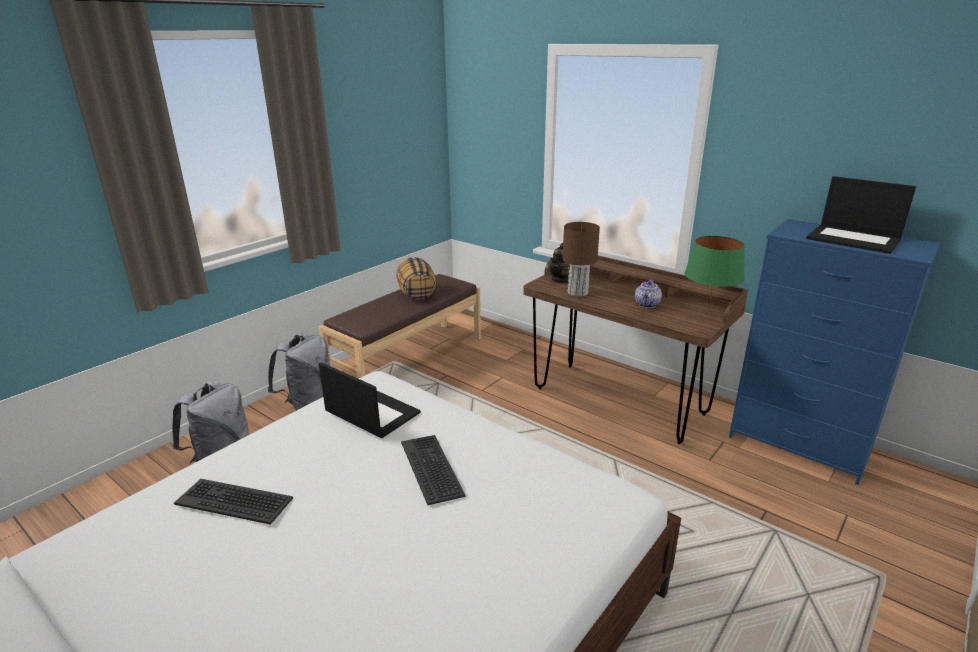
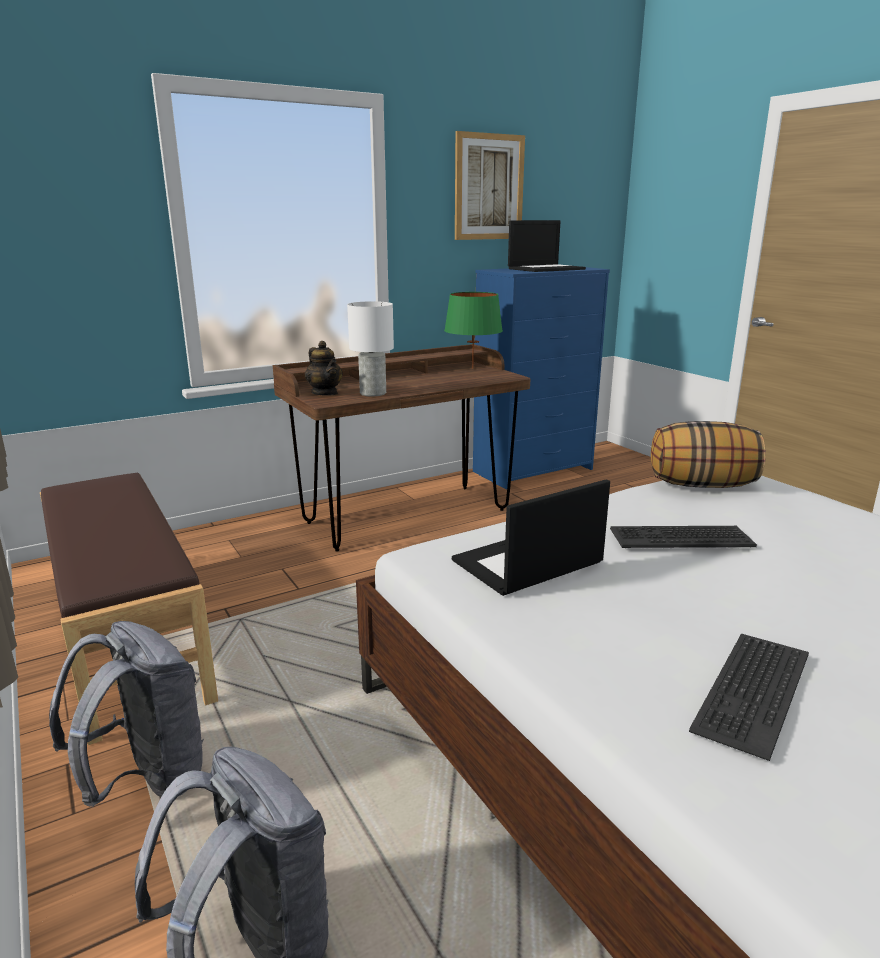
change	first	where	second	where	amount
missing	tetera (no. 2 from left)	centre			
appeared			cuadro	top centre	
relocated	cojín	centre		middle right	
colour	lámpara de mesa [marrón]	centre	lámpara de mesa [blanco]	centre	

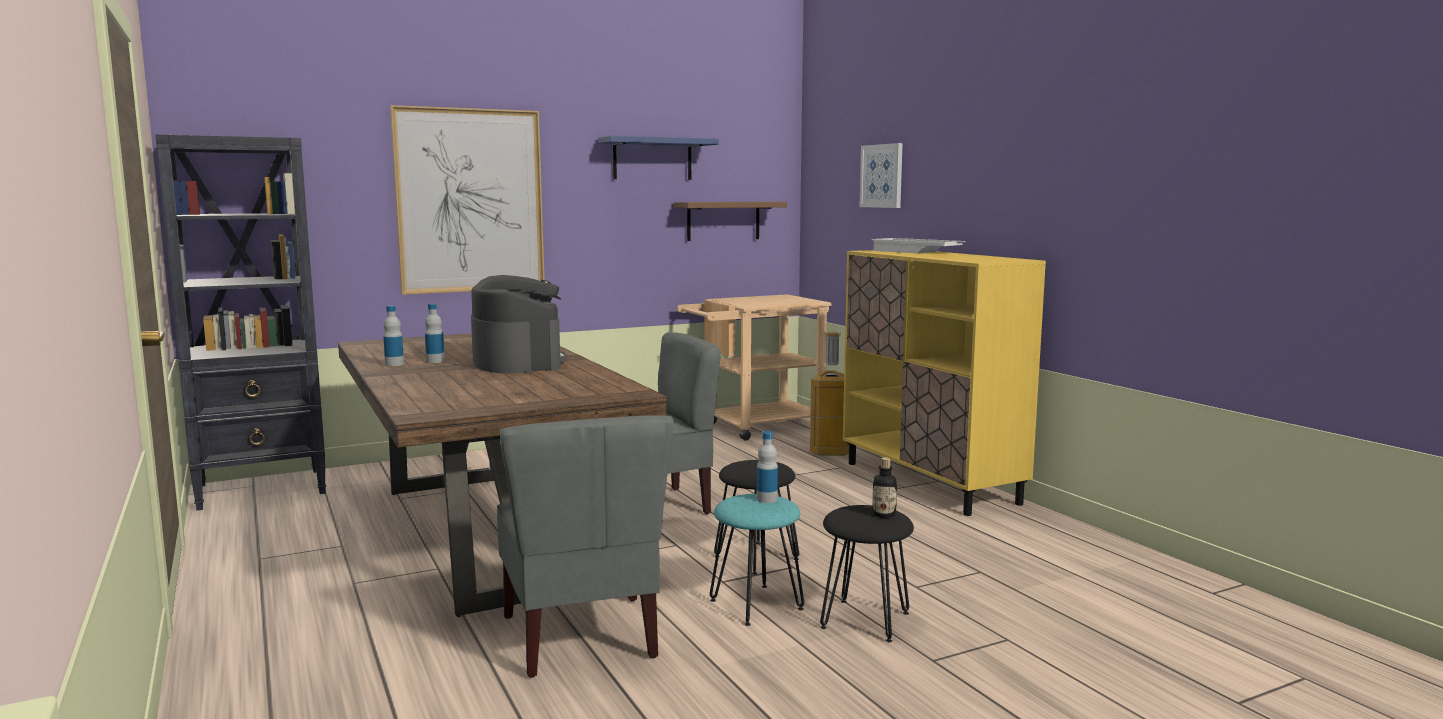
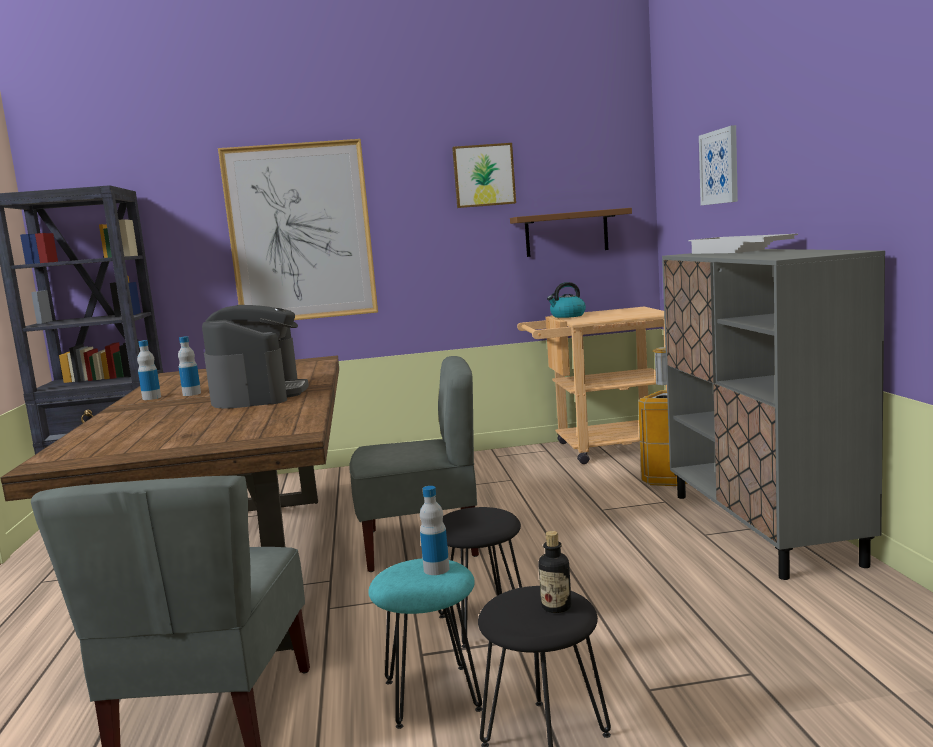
change	first	where	second	where	amount
appeared			hervidor	centre	
exchanged	estante [azul]	top centre	cuadro (no. 2 from left)	top centre	
colour	armario [amarillo]	centre	armario [gris]	middle right	

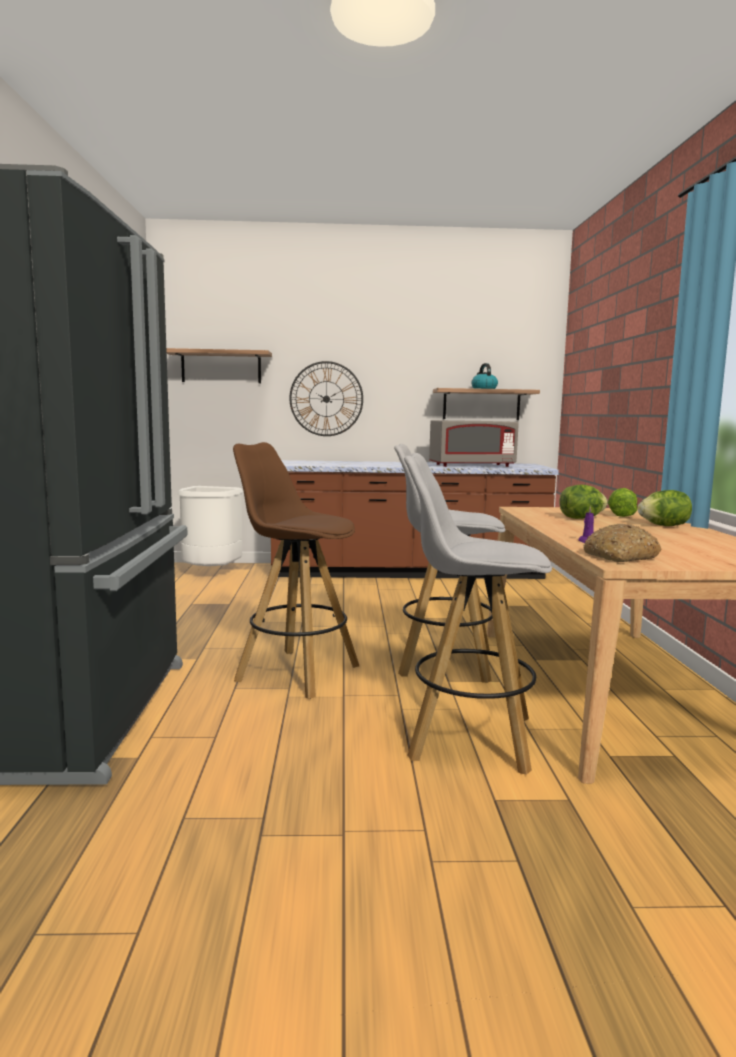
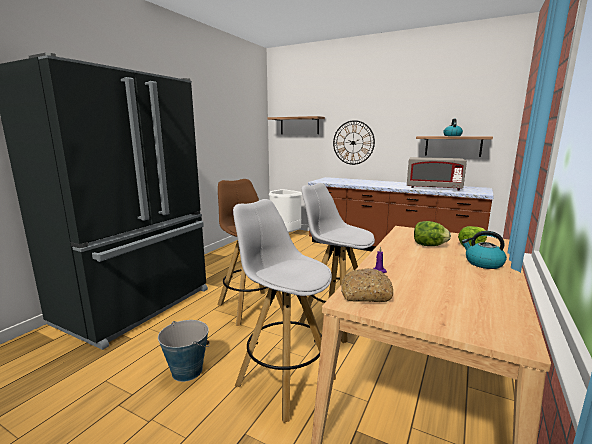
change	first	where	second	where	amount
appeared			cubo	bottom left	
exchanged	lechuga (no. 3 from left)	middle right	hervidor (no. 2 from left)	middle right	

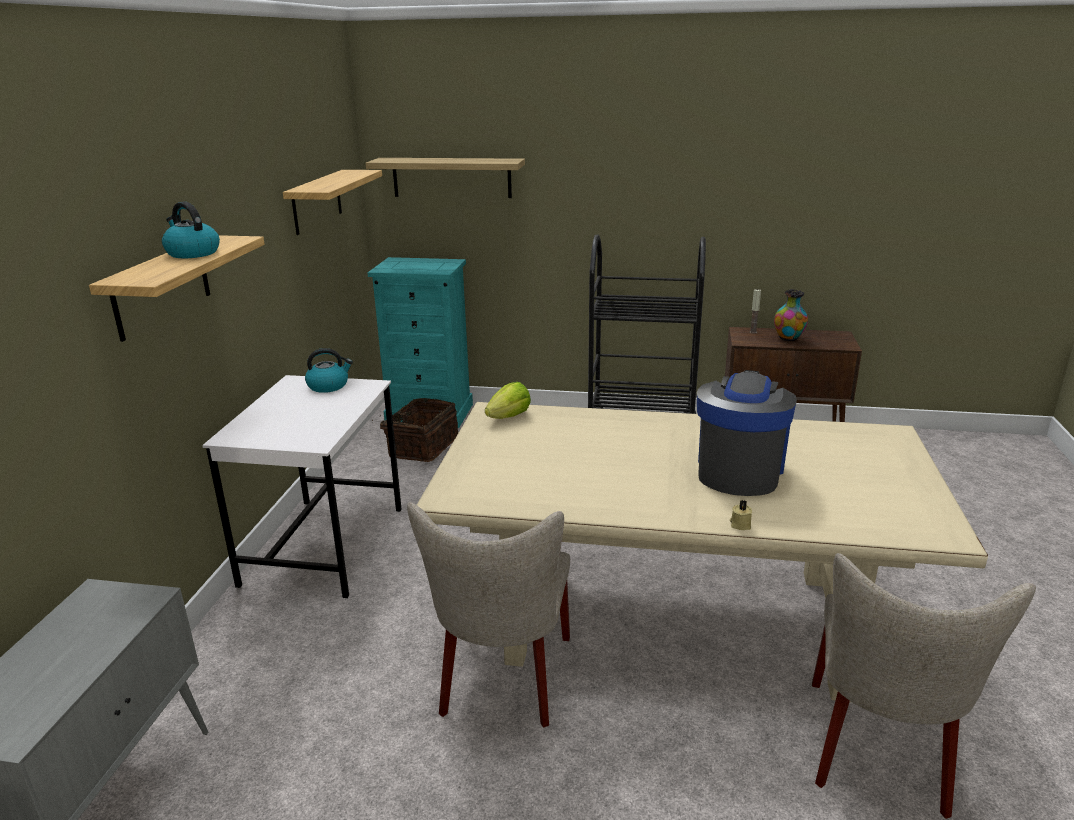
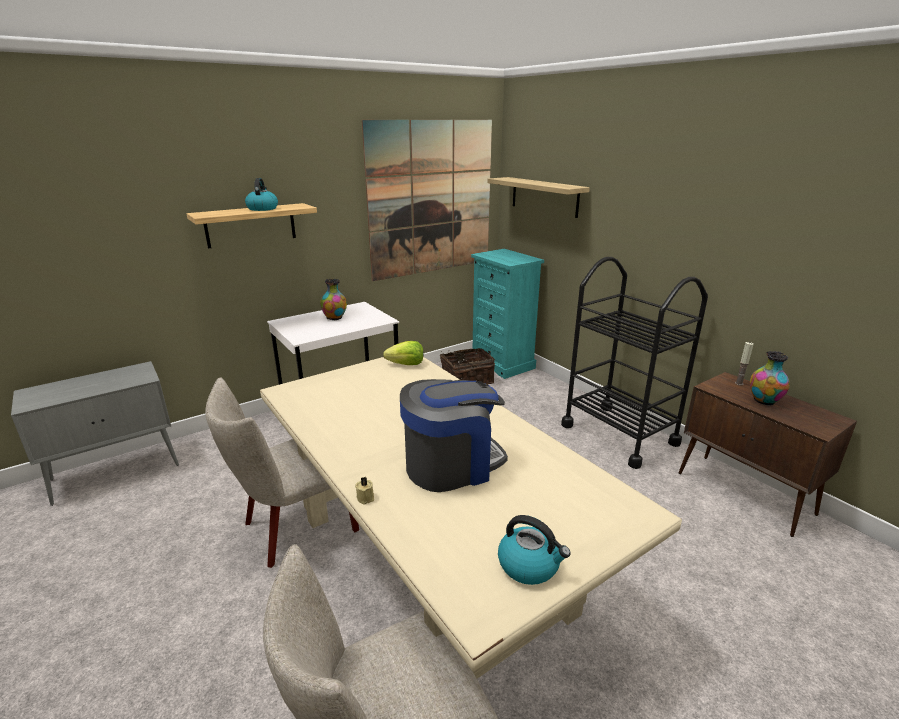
change	first	where	second	where	amount
appeared			florero (no. 1 from left)	centre	
relocated	hervidor (no. 2 from left)	middle left		bottom centre	
exchanged	estante (no. 2 from left)	top left	cuadro	top centre	

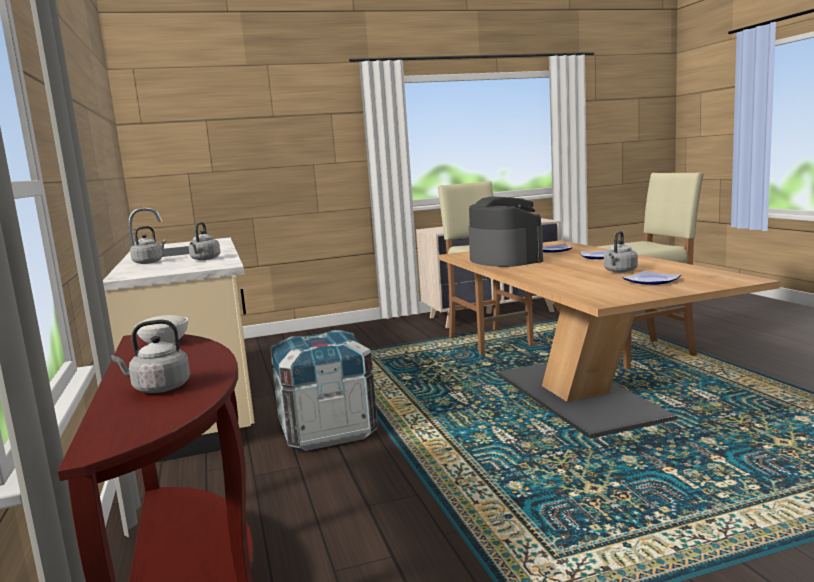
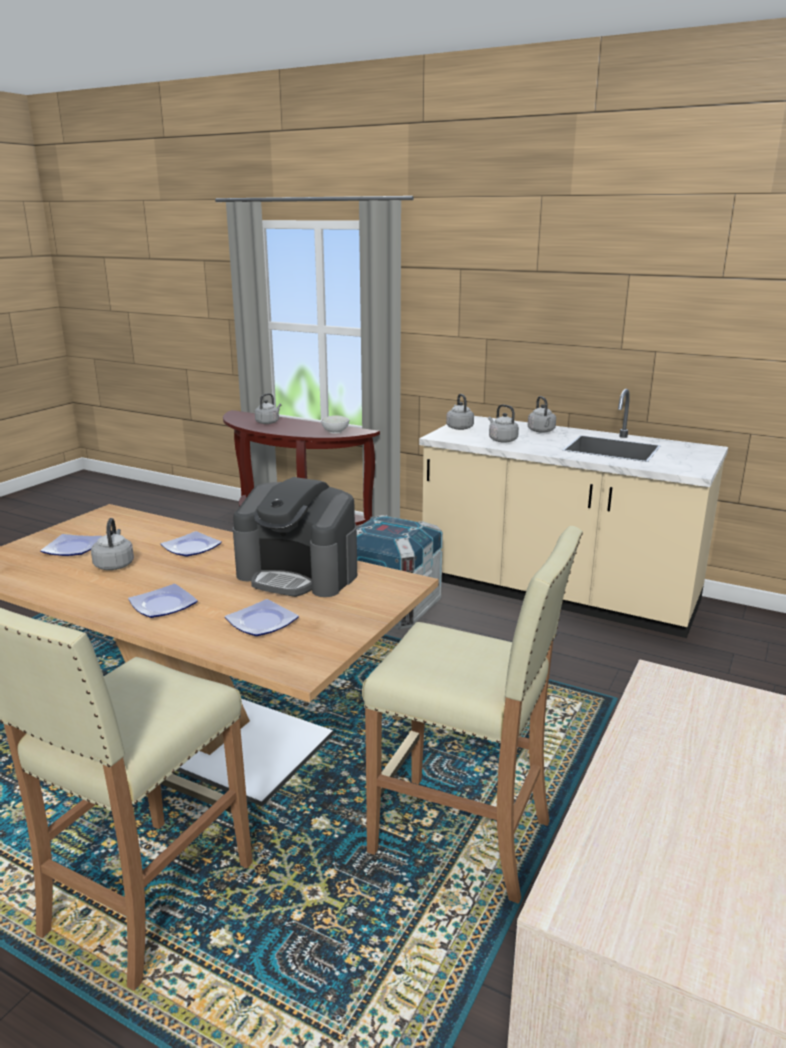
change	first	where	second	where	amount
appeared			plato (no. 3 from left)	middle left	
appeared			hervidor [gris] (no. 3 from left)	centre	

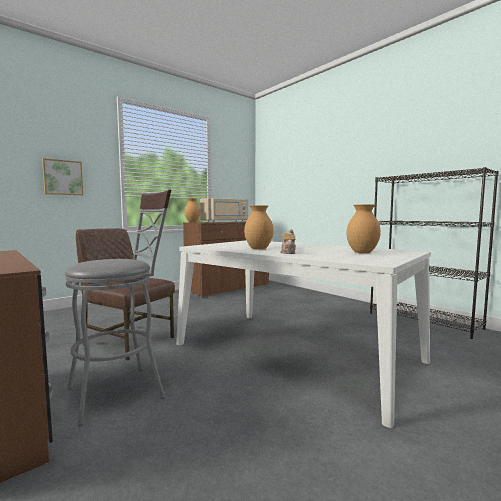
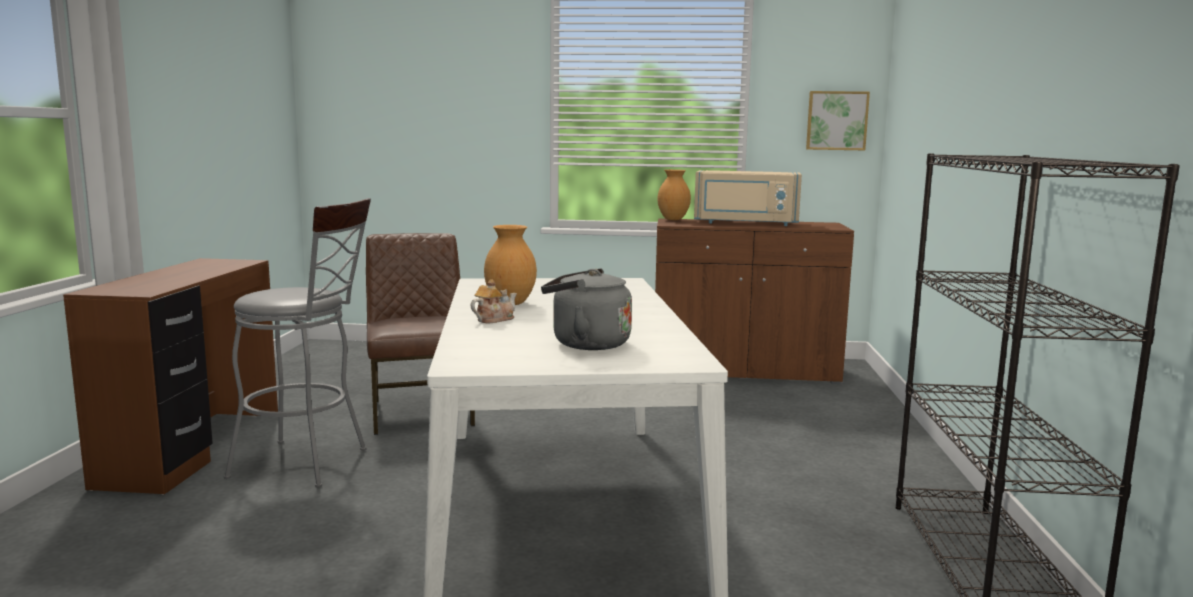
change	first	where	second	where	amount
relocated	cuadro	middle left		top right	
exchanged	florero [marrón] (no. 3 from left)	middle right	hervidor [gris]	centre	

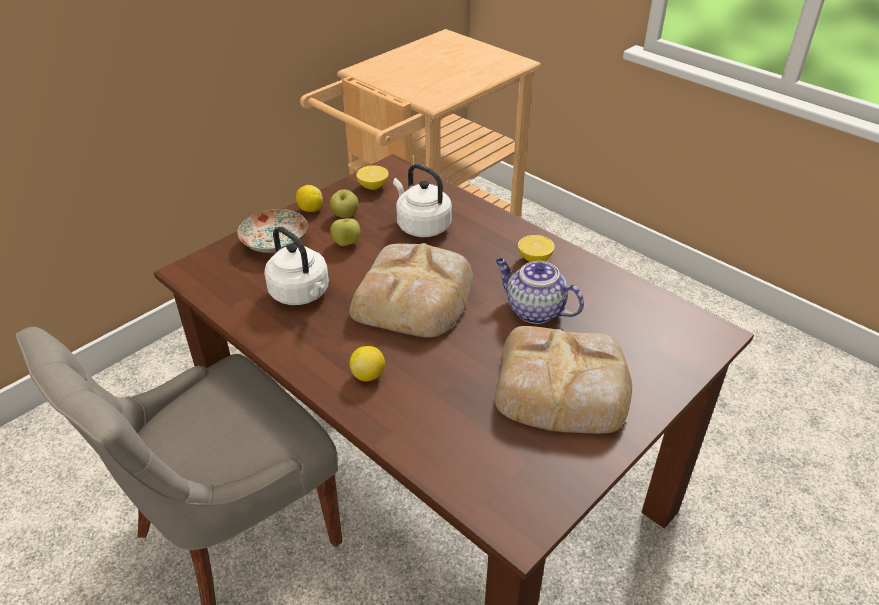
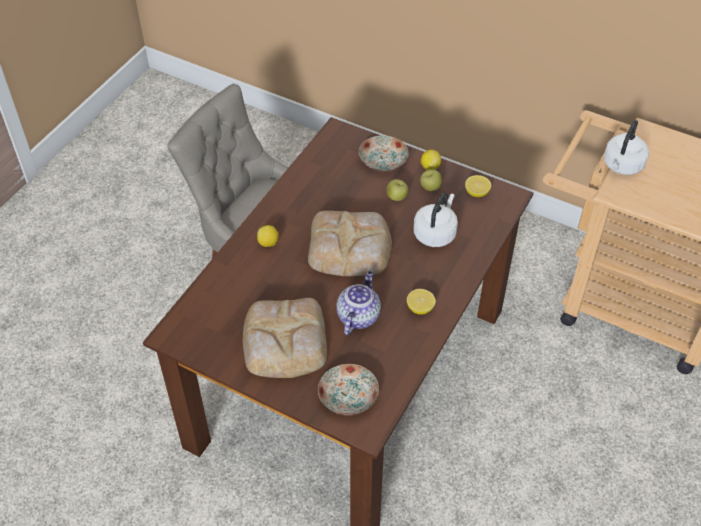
change	first	where	second	where	amount
appeared			plato (no. 1 from left)	bottom centre	
relocated	hervidor [blanco] (no. 1 from left in the first image)	centre	hervidor [blanco] (no. 2 from left)	top right	

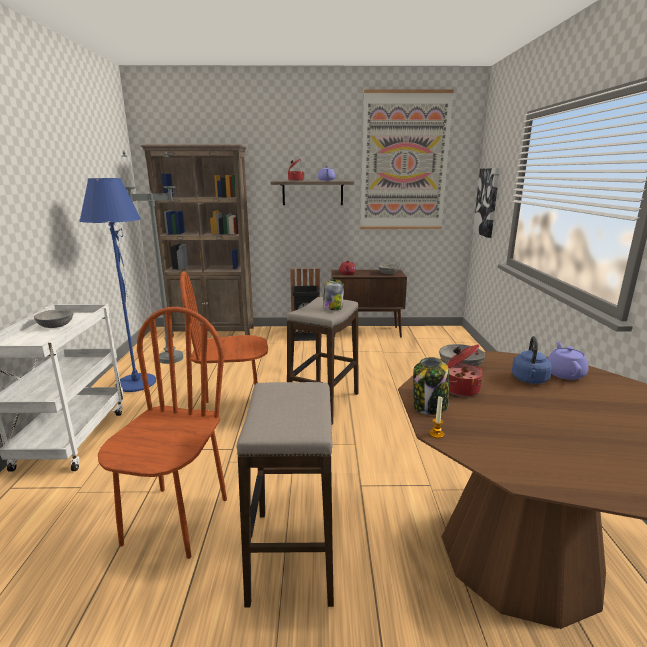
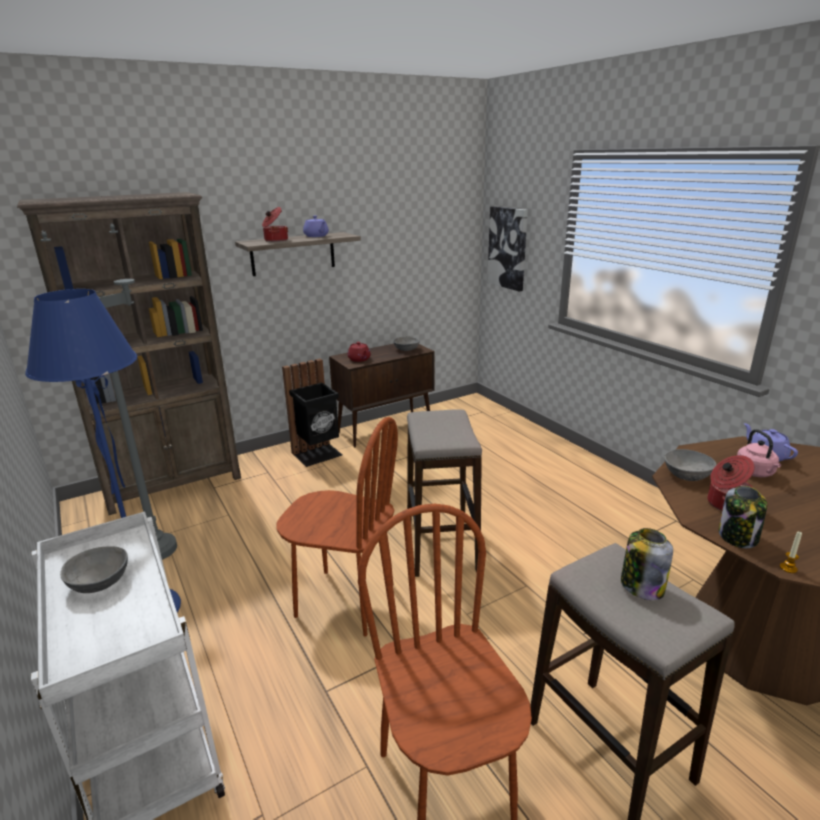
change	first	where	second	where	amount
missing	cuadro (no. 1 from left)	top centre			
relocated	tarro (no. 1 from left)	centre		bottom right	
colour	hervidor [azul]	middle right	hervidor [rosa]	middle right	
spun	silla [marrón] (no. 2 from left in the first image)	centre	silla [marrón] (no. 1 from left)	centre	120 degrees counterclockwise

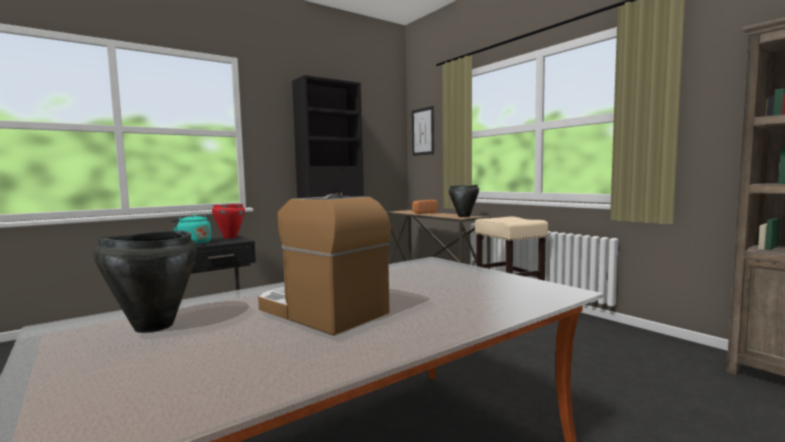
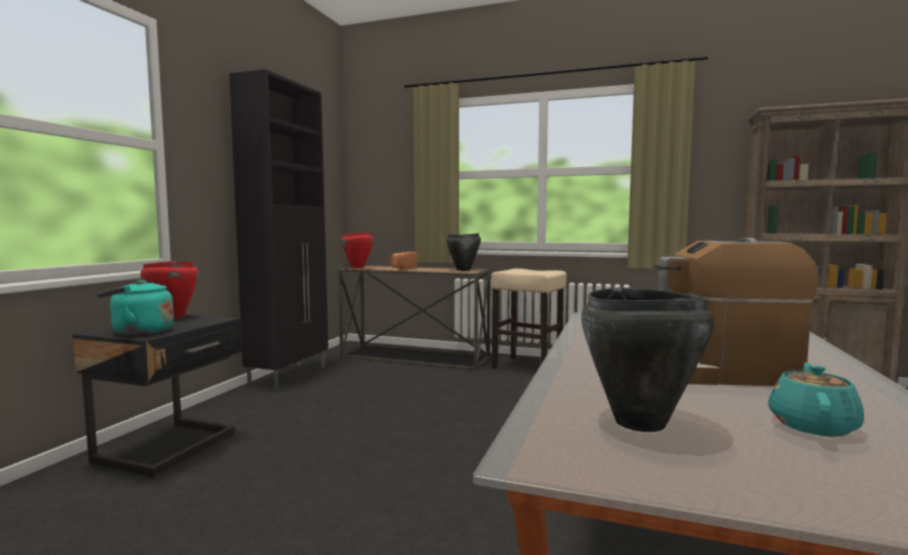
change	first	where	second	where	amount
missing	cuadro	top centre			
appeared			olla [rojo] (no. 2 from left)	centre	
appeared			tetera [turquesa]	bottom right	

